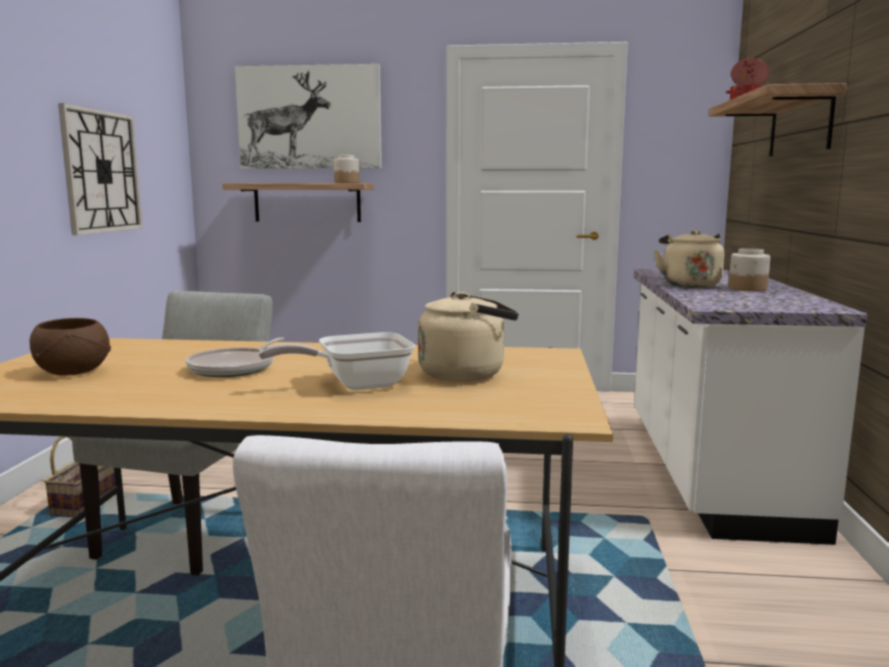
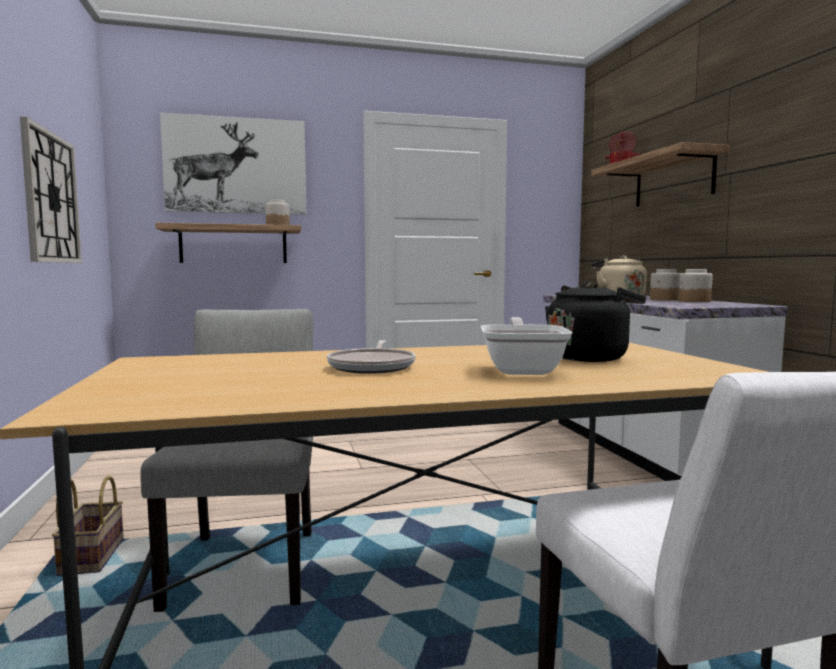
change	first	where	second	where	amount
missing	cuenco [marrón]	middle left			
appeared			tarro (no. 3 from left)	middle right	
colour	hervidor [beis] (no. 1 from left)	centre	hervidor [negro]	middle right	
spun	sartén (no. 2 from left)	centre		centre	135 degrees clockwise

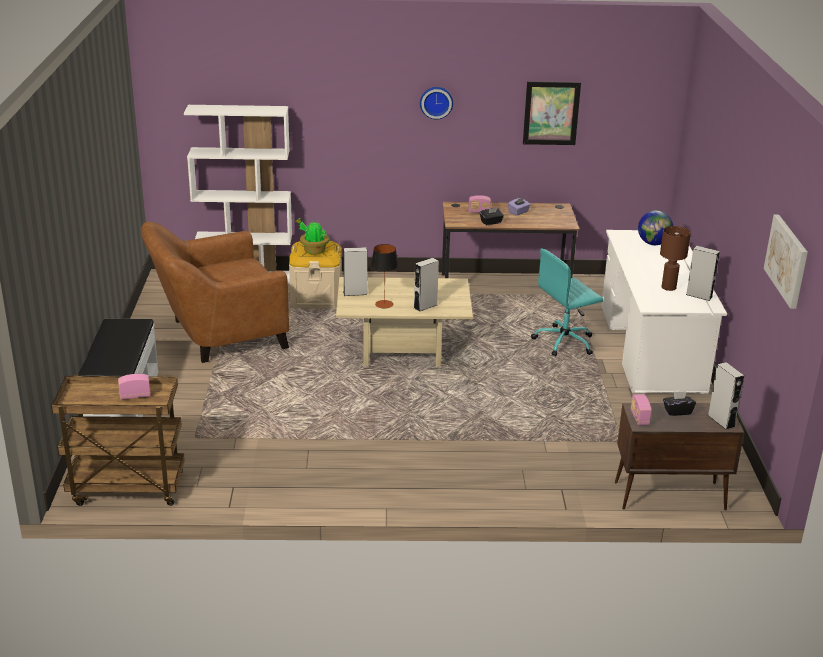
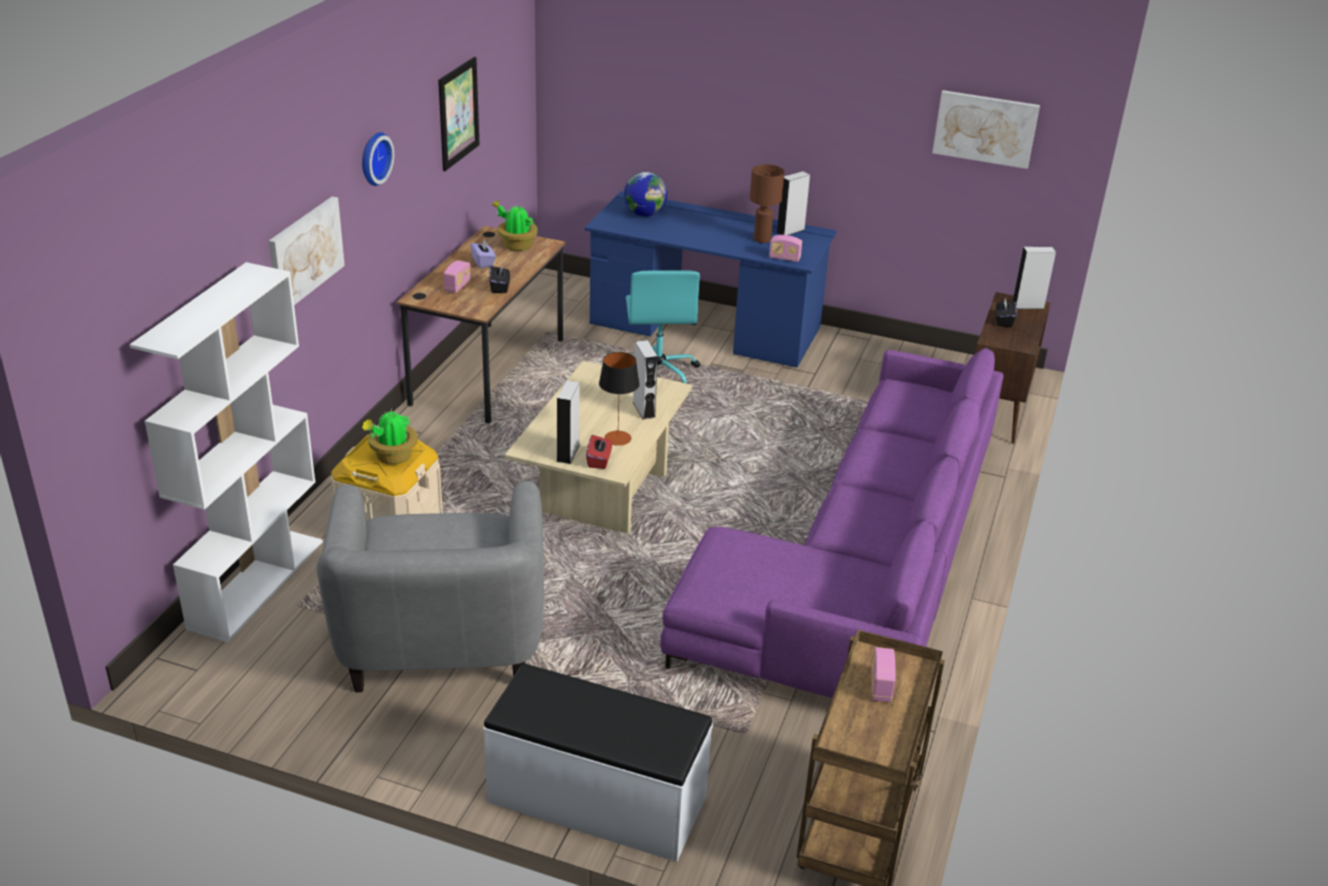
change	first	where	second	where	amount
appeared			cuadro (no. 1 from left)	top left	
appeared			planta en maceta (no. 2 from left)	top centre	
appeared			caja de pañuelos [rojo]	centre	
appeared			sofá [morado]	centre	
relocated	radio (no. 3 from left in the first image)	middle right	radio (no. 2 from left)	top centre	
colour	sillón [marrón]	middle left	sillón [gris]	middle left	
colour	escritorio [blanco]	middle right	escritorio [azul]	top centre	

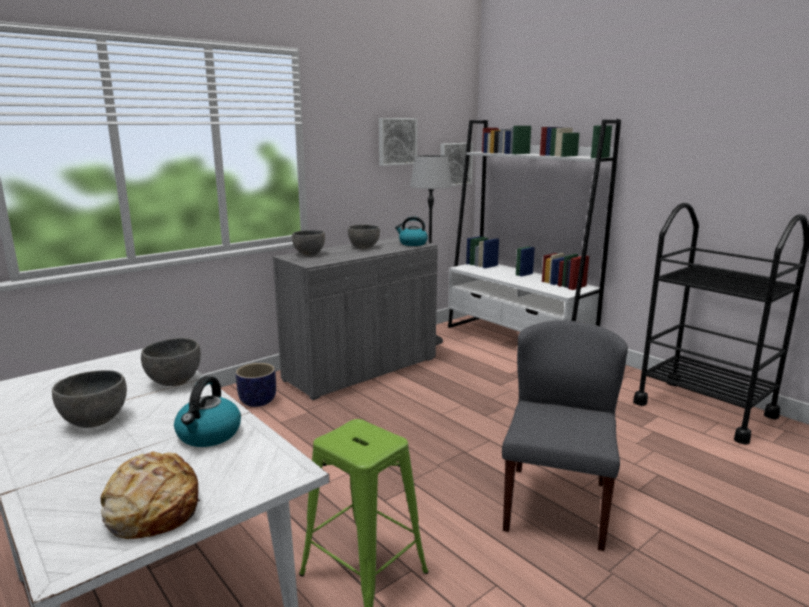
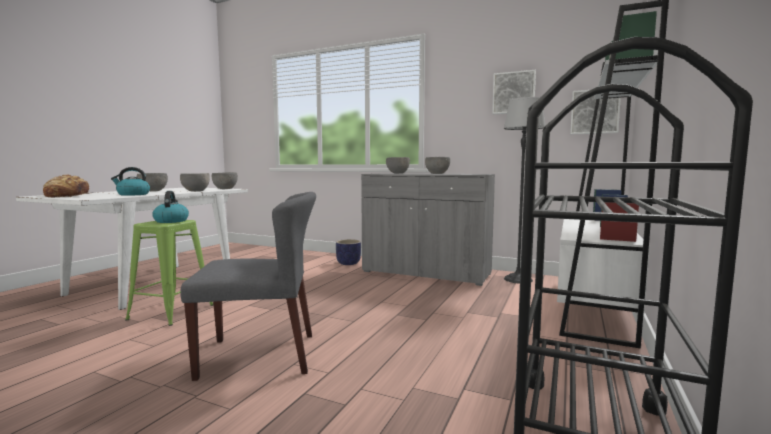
change	first	where	second	where	amount
appeared			cuenco [gris] (no. 3 from left)	middle left	
relocated	hervidor (no. 2 from left)	centre		middle left	

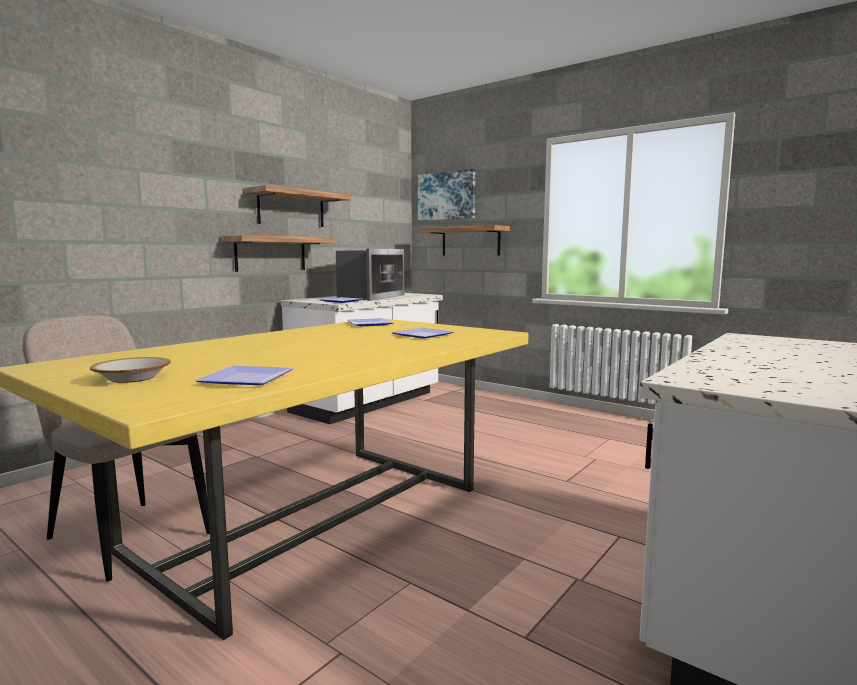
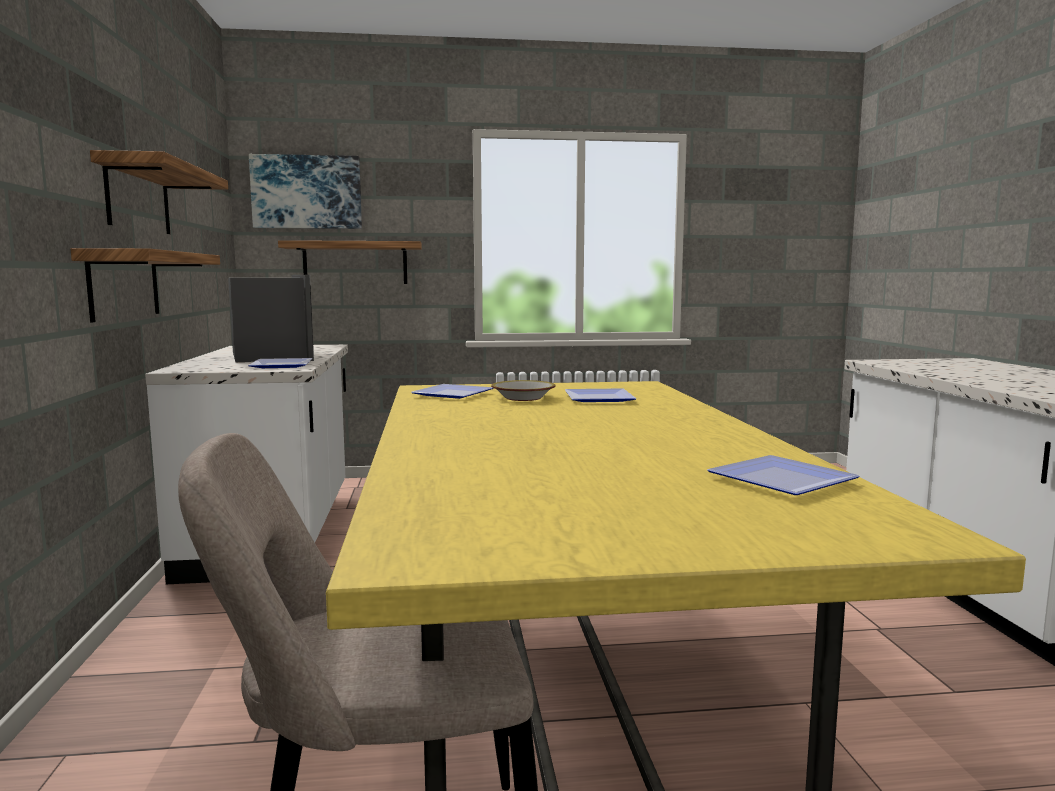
change	first	where	second	where	amount
relocated	cuenco	middle left		centre	

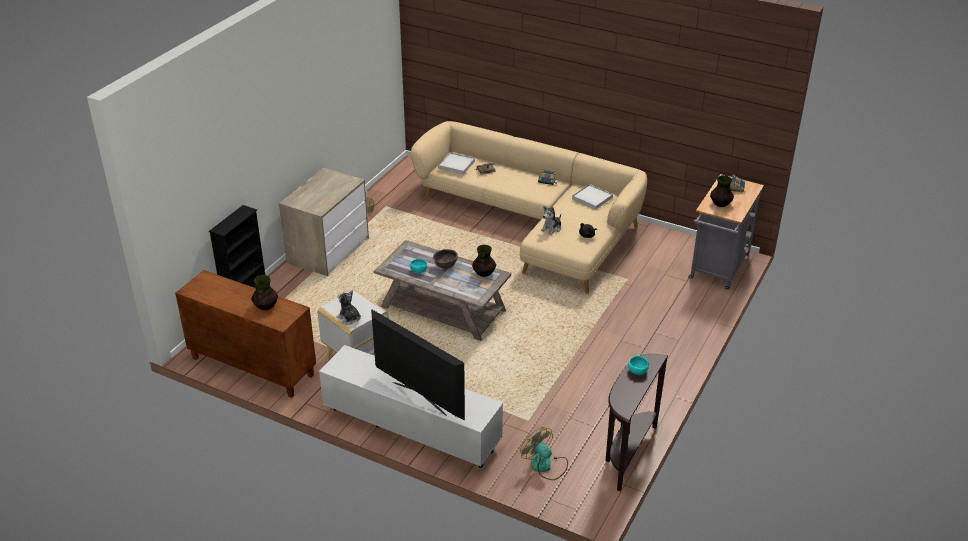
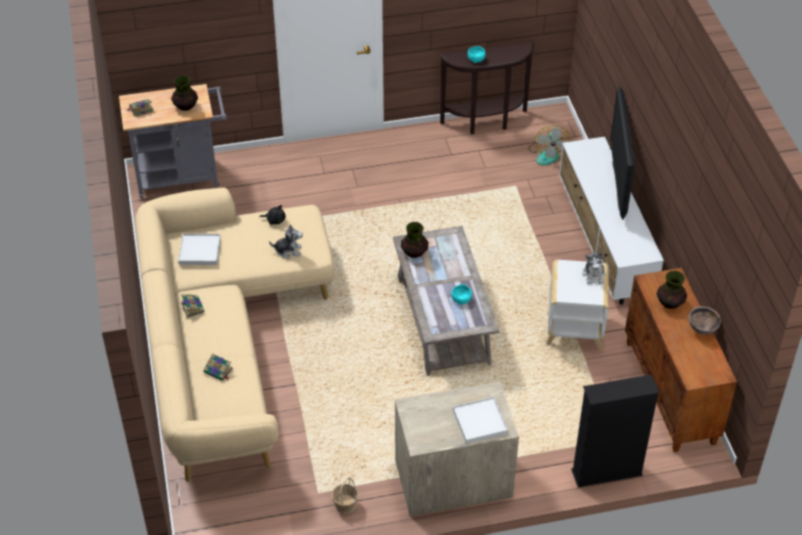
change	first	where	second	where	amount
relocated	cuenco [marrón]	centre		middle right	
relocated	bandeja [blanco] (no. 1 from left in the first image)	top centre	bandeja [blanco] (no. 2 from left)	bottom centre	

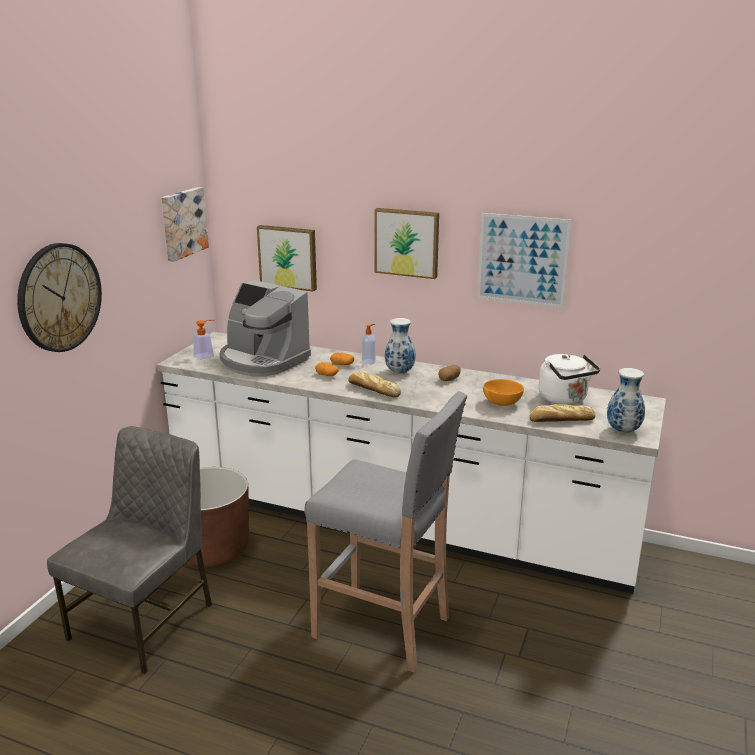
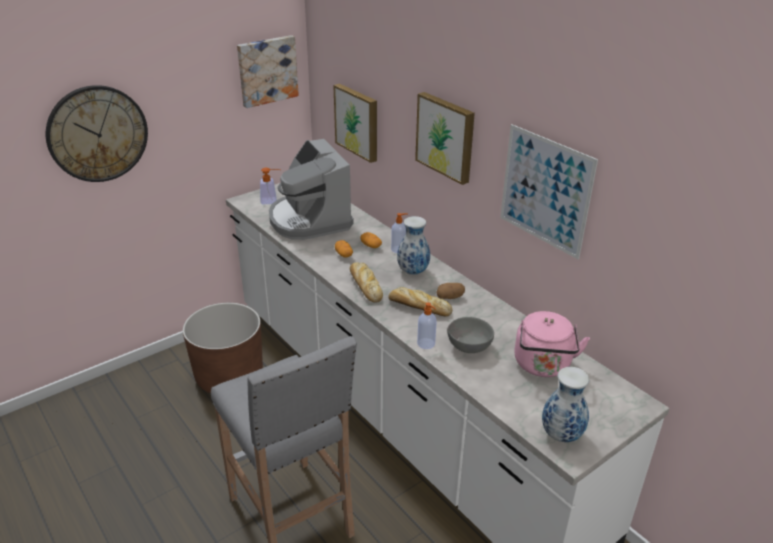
change	first	where	second	where	amount
missing	silla [gris]	bottom left			
appeared			dispensador de jabón (no. 3 from left)	centre	
relocated	pan (no. 2 from left)	middle right		centre	
colour	cuenco [naranja]	centre	cuenco [gris]	centre	
colour	hervidor [blanco]	middle right	hervidor [rosa]	middle right	

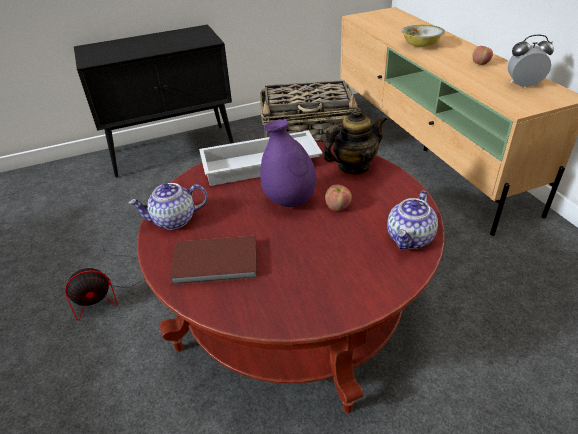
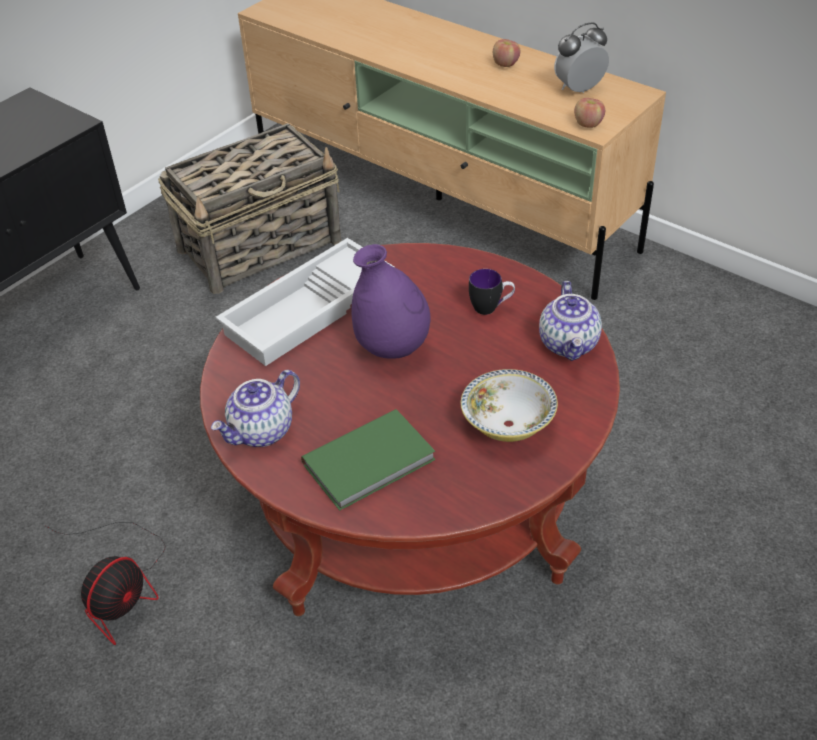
change	first	where	second	where	amount
missing	tetera (no. 2 from left)	top centre			
appeared			taza grande	centre	
relocated	manzana (no. 1 from left in the first image)	centre	manzana (no. 2 from left)	top right	
relocated	cuenco	top right		centre	
colour	libro [marrón]	centre	libro [verde]	centre	

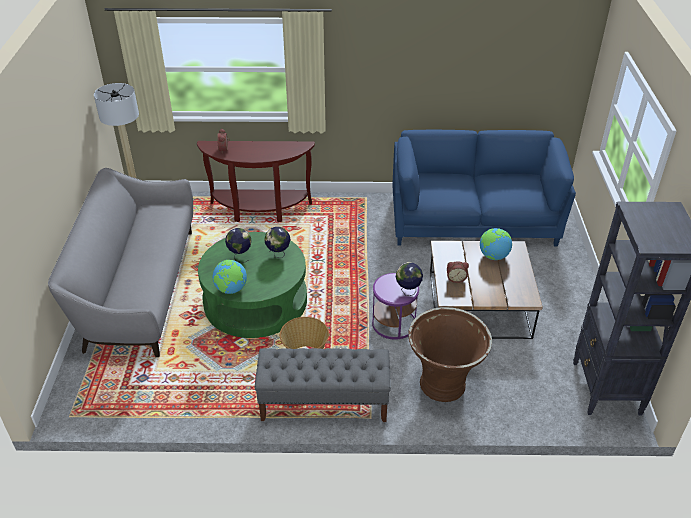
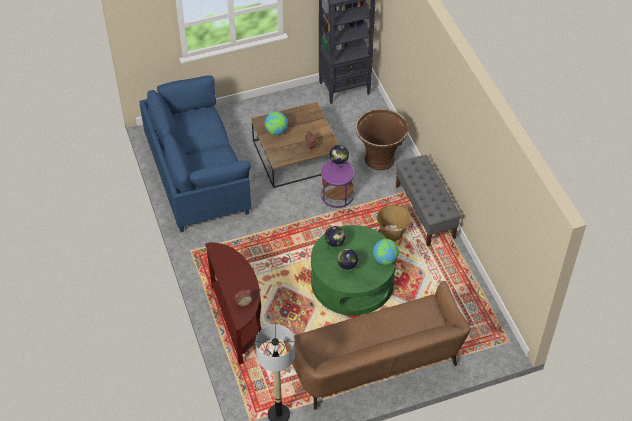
change	first	where	second	where	amount
colour	sofá [gris]	middle left	sofá [marrón]	bottom centre	

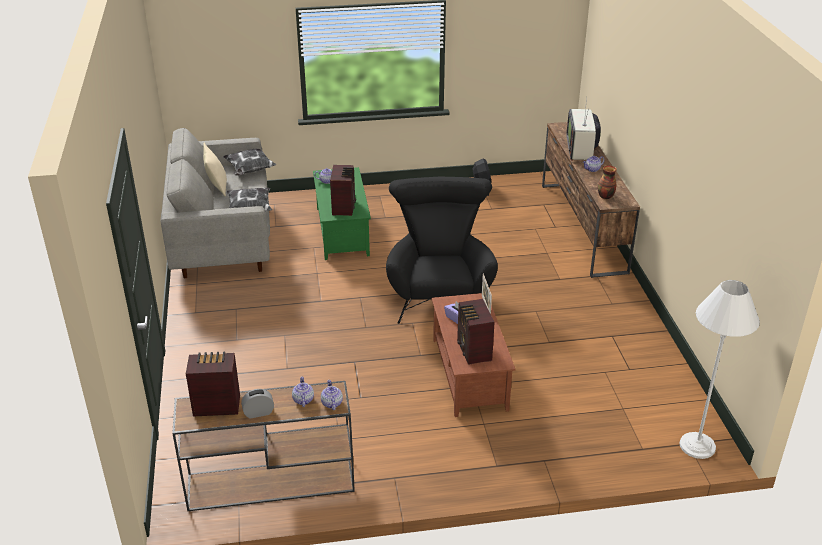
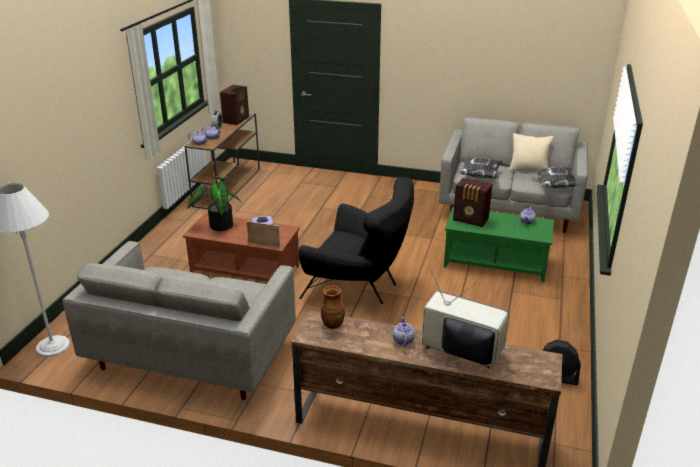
change	first	where	second	where	amount
appeared			sofá [gris] (no. 1 from left)	bottom left	
exchanged	radio (no. 3 from left)	centre	planta en maceta	middle left	

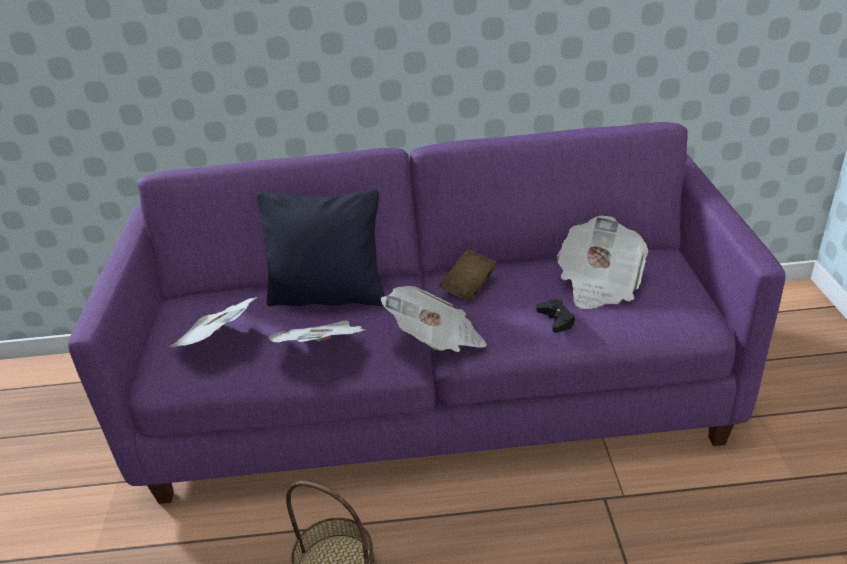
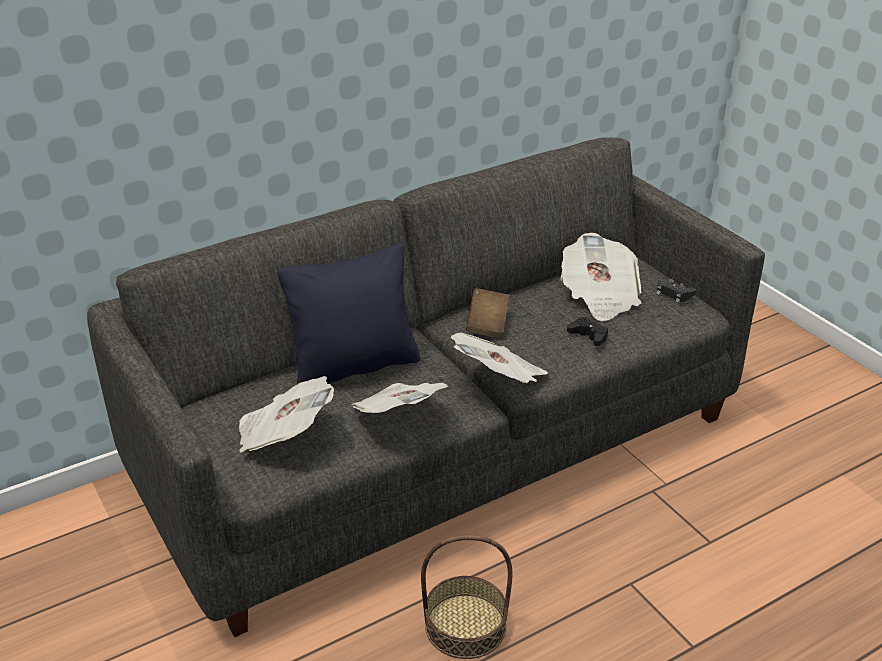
change	first	where	second	where	amount
appeared			mando de consola [negro] (no. 2 from left)	middle right	
colour	sofá [morado]	centre	sofá [gris]	centre	

